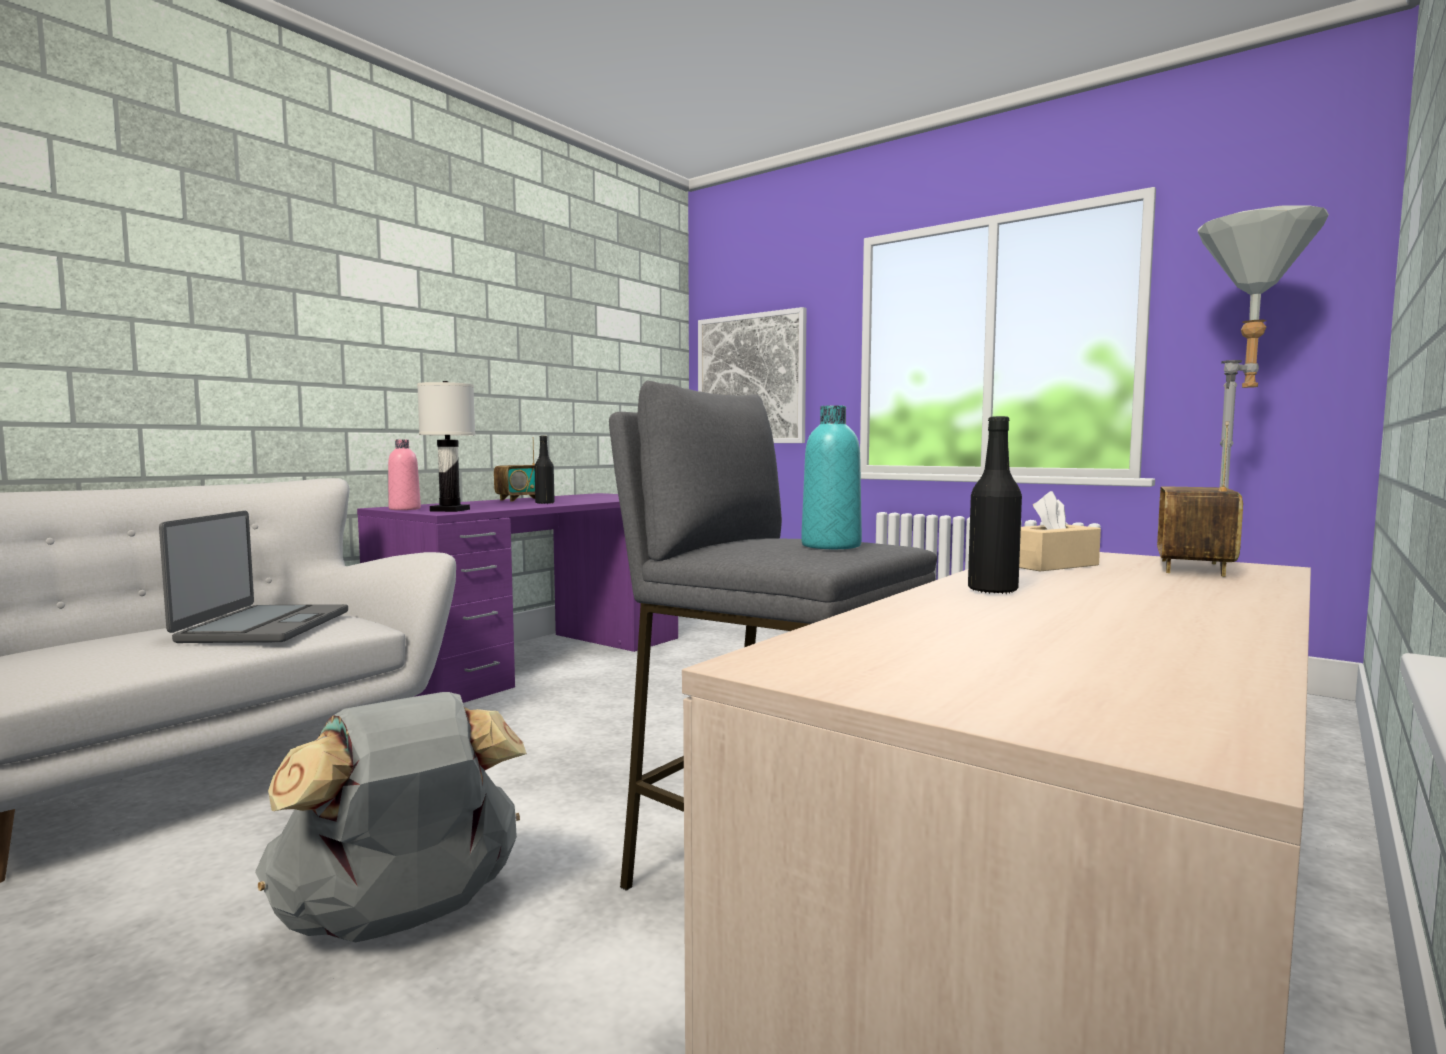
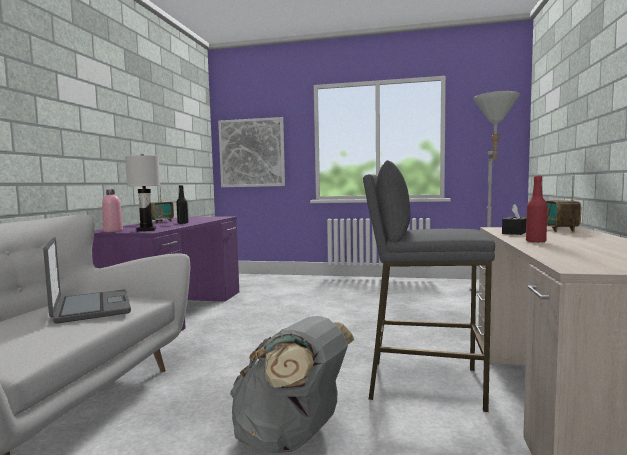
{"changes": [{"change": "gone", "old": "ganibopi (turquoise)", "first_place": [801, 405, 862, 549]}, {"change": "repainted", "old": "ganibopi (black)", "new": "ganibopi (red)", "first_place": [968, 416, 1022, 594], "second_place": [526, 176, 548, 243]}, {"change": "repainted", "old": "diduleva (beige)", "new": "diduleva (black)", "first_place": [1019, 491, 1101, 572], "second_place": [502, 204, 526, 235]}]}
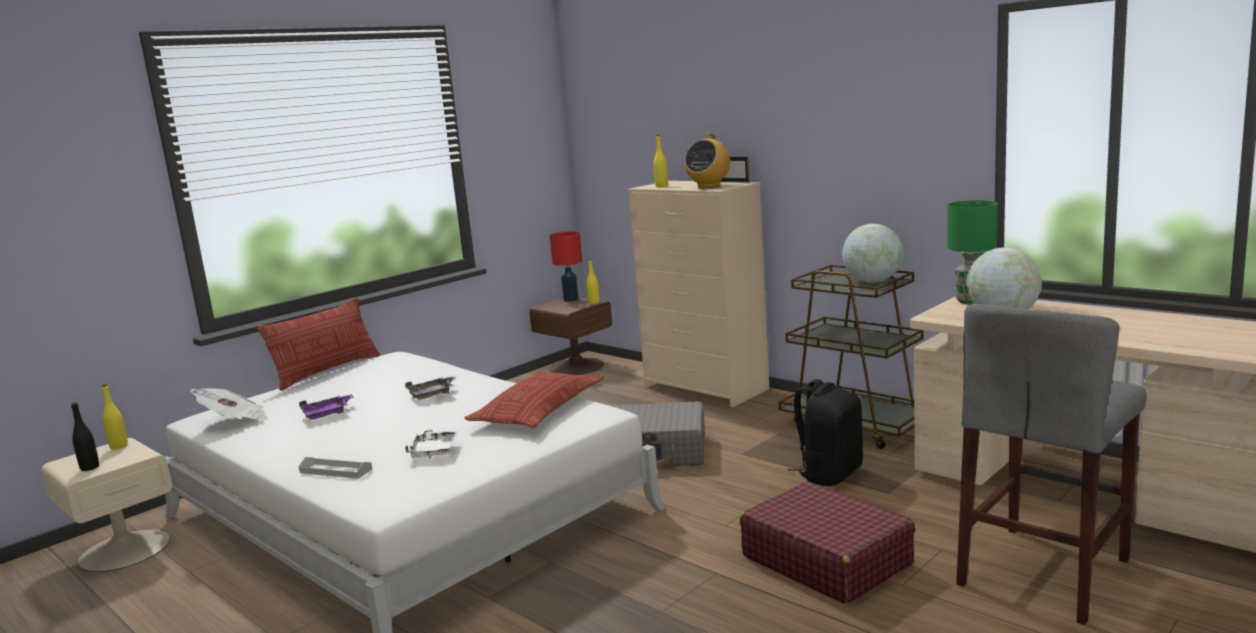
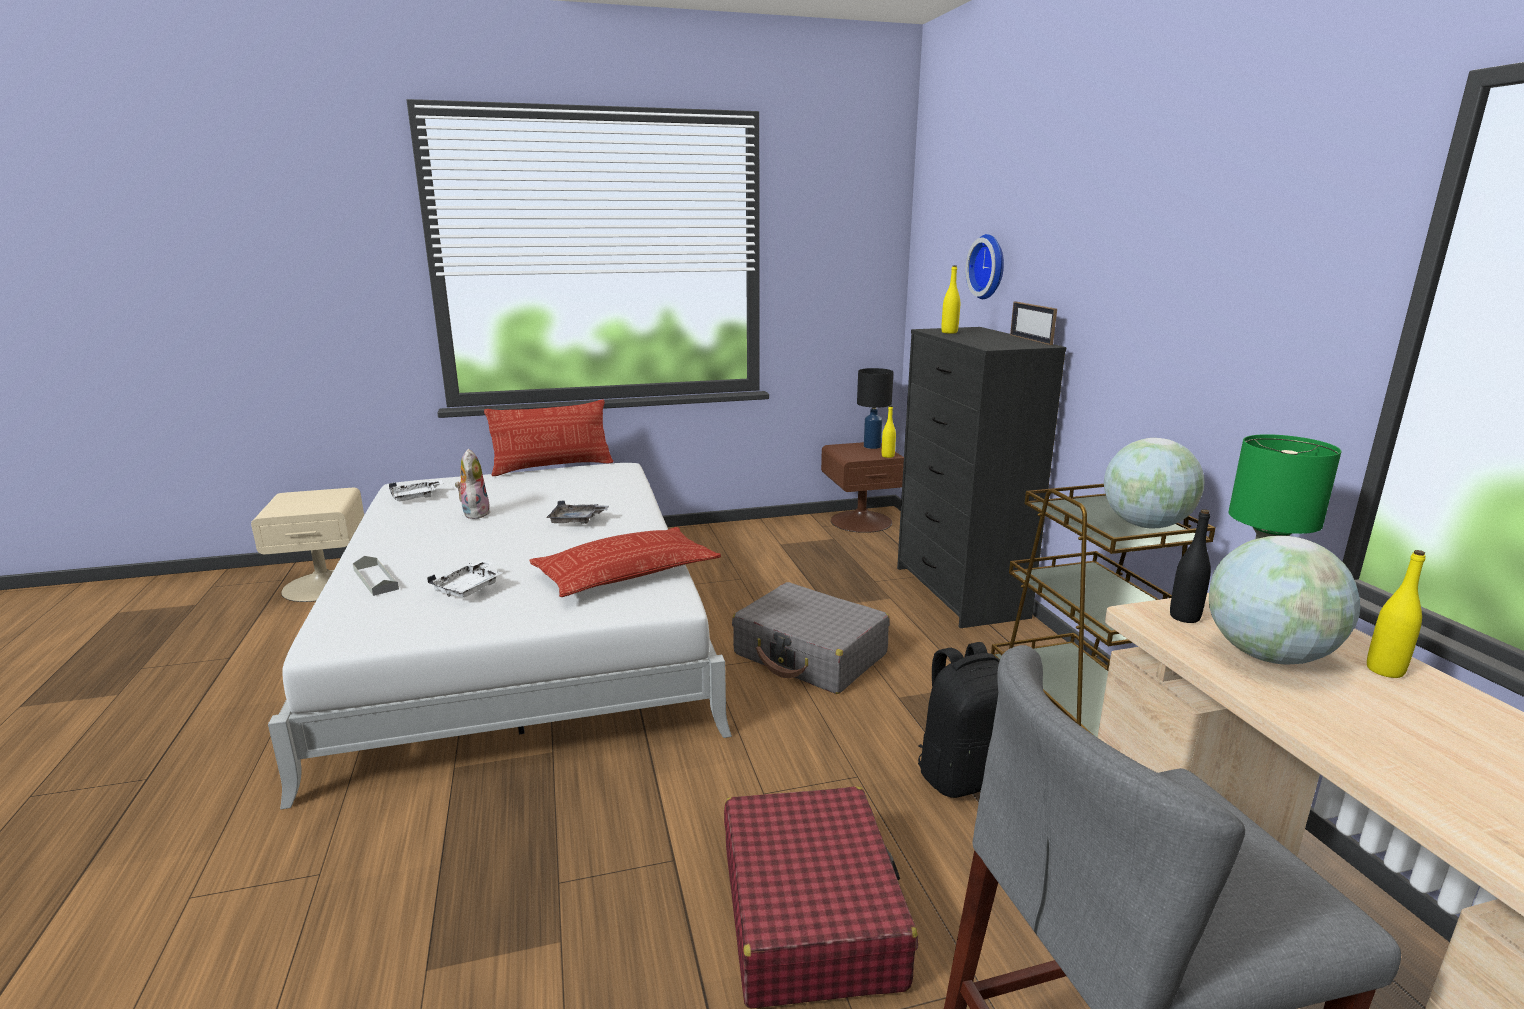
{"changes": [{"change": "shifted", "old": "ganibopi (black)", "first_place": [71, 402, 99, 471], "second_place": [1170, 509, 1211, 623]}, {"change": "shifted", "old": "ganibopi (yellow)", "first_place": [102, 384, 128, 449], "second_place": [1367, 550, 1425, 678]}, {"change": "swapped", "old": "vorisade", "new": "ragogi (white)", "first_place": [190, 388, 268, 420], "second_place": [389, 480, 443, 501]}, {"change": "swapped", "old": "ragogi (purple)", "new": "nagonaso", "first_place": [299, 394, 354, 420], "second_place": [455, 449, 490, 519]}, {"change": "repainted", "old": "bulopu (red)", "new": "bulopu (black)", "first_place": [549, 231, 582, 302], "second_place": [857, 368, 893, 449]}, {"change": "repainted", "old": "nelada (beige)", "new": "nelada (black)", "first_place": [628, 181, 769, 407], "second_place": [897, 327, 1066, 628]}, {"change": "gone", "old": "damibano", "first_place": [684, 133, 730, 188]}, {"change": "new", "new": "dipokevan", "second_place": [966, 234, 1004, 299]}]}
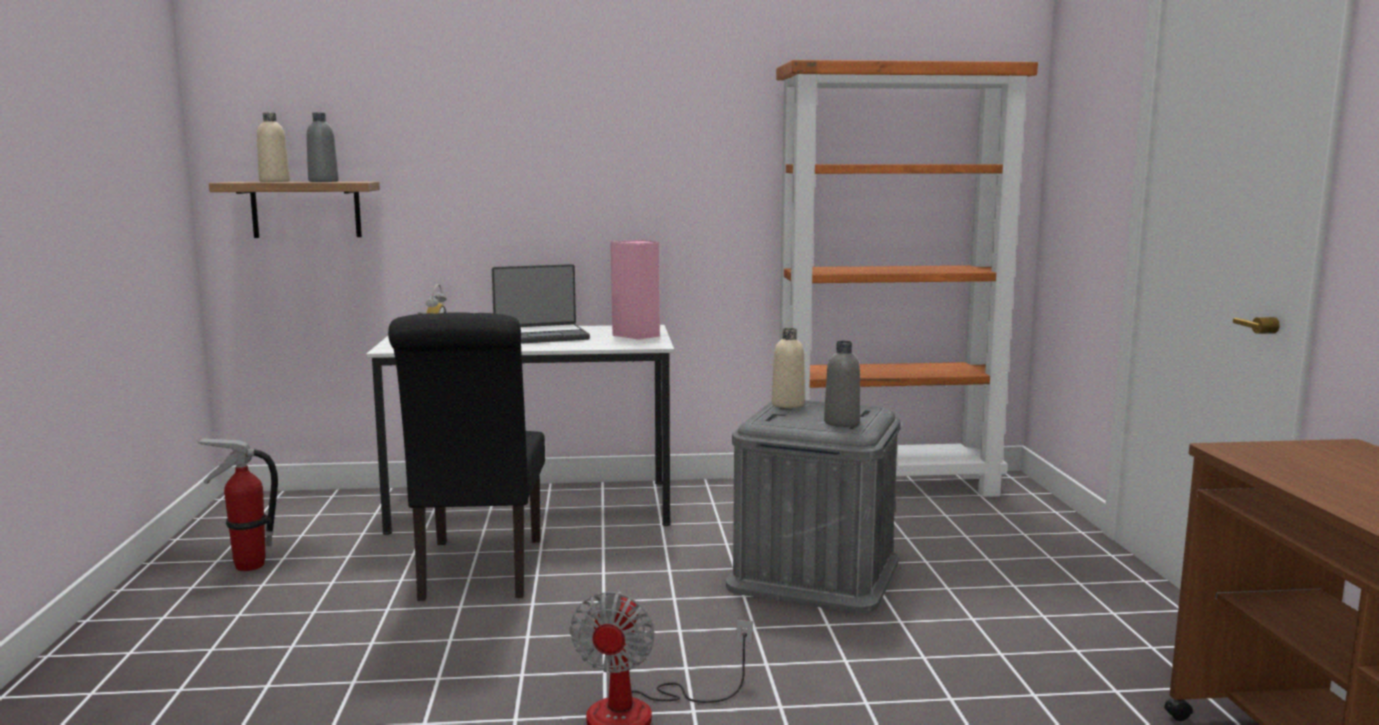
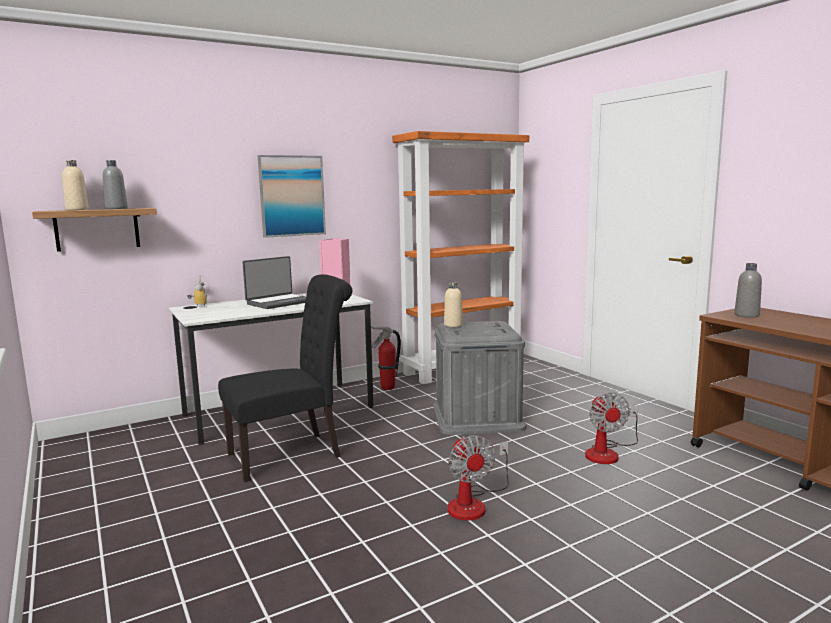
{"changes": [{"change": "shifted", "old": "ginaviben", "first_place": [197, 438, 278, 571], "second_place": [371, 326, 401, 390]}, {"change": "rotated", "old": "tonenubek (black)", "first_place": [388, 312, 545, 601], "second_place": [218, 274, 352, 482], "degrees": -90}, {"change": "shifted", "old": "ganibopi (grey)", "first_place": [824, 341, 860, 427], "second_place": [734, 263, 762, 318]}, {"change": "new", "new": "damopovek", "second_place": [257, 155, 326, 238]}, {"change": "new", "new": "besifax", "second_place": [585, 392, 638, 464]}]}
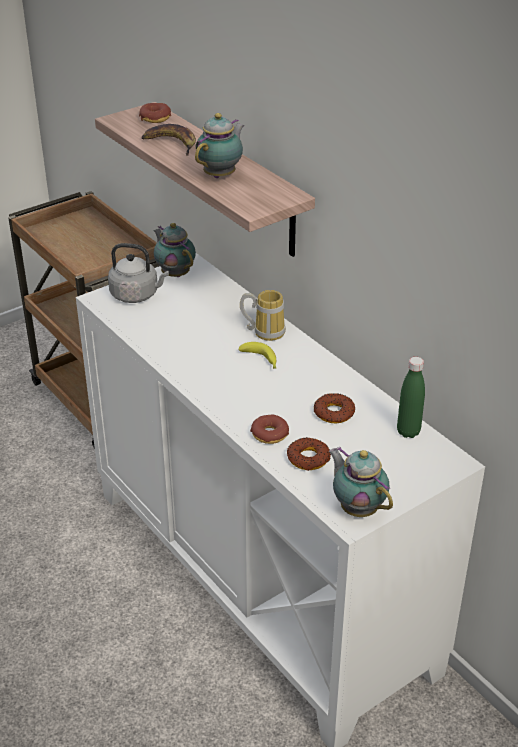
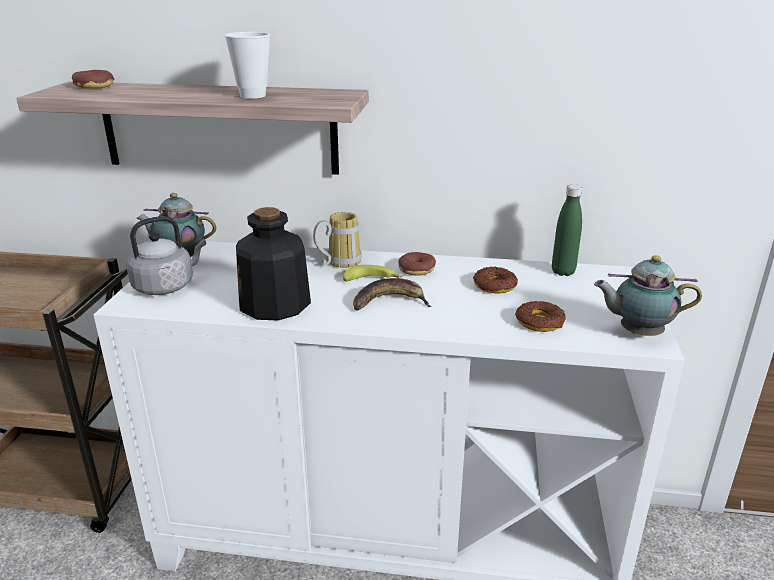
{"changes": [{"change": "shifted", "old": "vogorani", "first_place": [142, 124, 196, 156], "second_place": [353, 278, 432, 311]}, {"change": "swapped", "old": "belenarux", "new": "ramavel", "first_place": [195, 113, 244, 178], "second_place": [225, 32, 270, 99]}, {"change": "shifted", "old": "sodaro", "first_place": [250, 415, 289, 444], "second_place": [398, 252, 436, 276]}, {"change": "new", "new": "ganibopi", "second_place": [236, 207, 311, 320]}]}
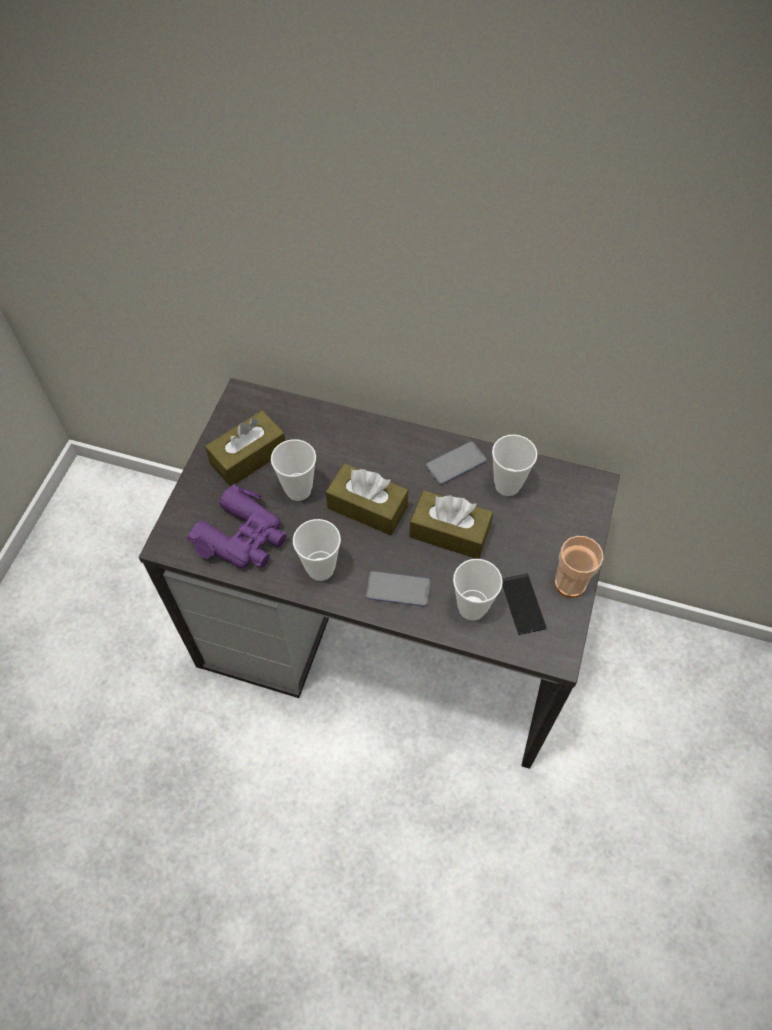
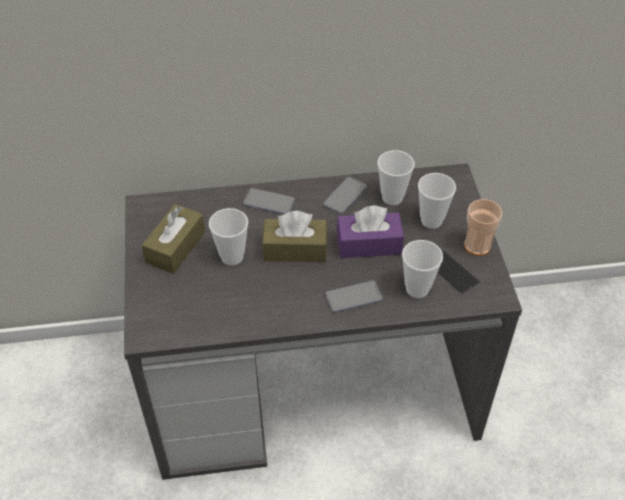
{"changes": [{"change": "gone", "old": "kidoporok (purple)", "first_place": [187, 484, 287, 568]}, {"change": "shifted", "old": "ramavel", "first_place": [293, 519, 341, 581], "second_place": [418, 173, 456, 229]}, {"change": "repainted", "old": "diduleva (brown)", "new": "diduleva (purple)", "first_place": [409, 490, 493, 559], "second_place": [337, 205, 404, 258]}, {"change": "new", "new": "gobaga", "second_place": [243, 188, 295, 214]}]}
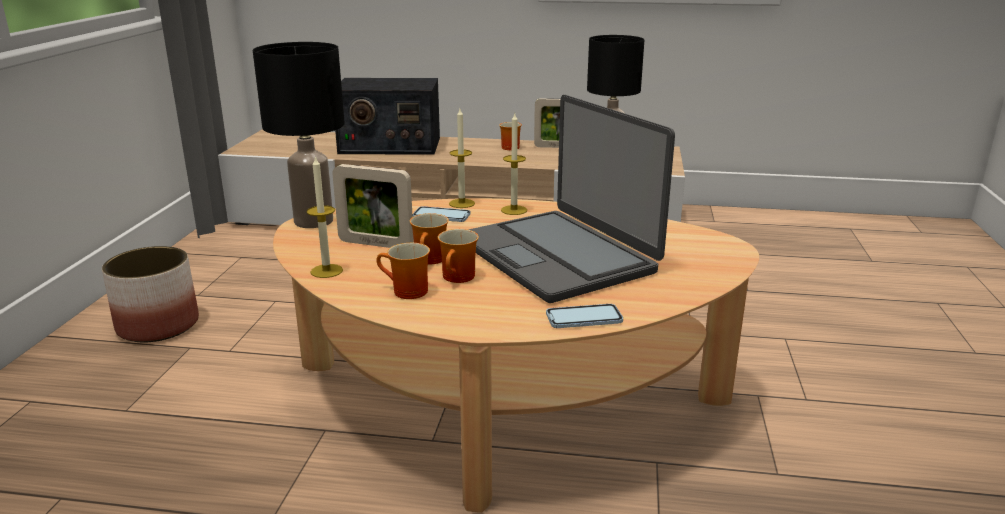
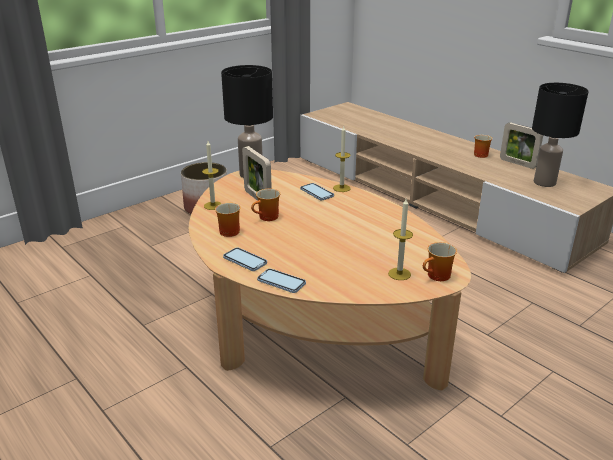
{"changes": [{"change": "gone", "old": "damibano", "first_place": [335, 78, 440, 155]}, {"change": "shifted", "old": "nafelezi", "first_place": [438, 229, 479, 283], "second_place": [423, 242, 457, 281]}, {"change": "gone", "old": "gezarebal", "first_place": [469, 95, 675, 303]}, {"change": "shifted", "old": "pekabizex", "first_place": [501, 114, 527, 215], "second_place": [388, 199, 413, 280]}, {"change": "new", "new": "gobaga", "second_place": [223, 248, 267, 271]}]}
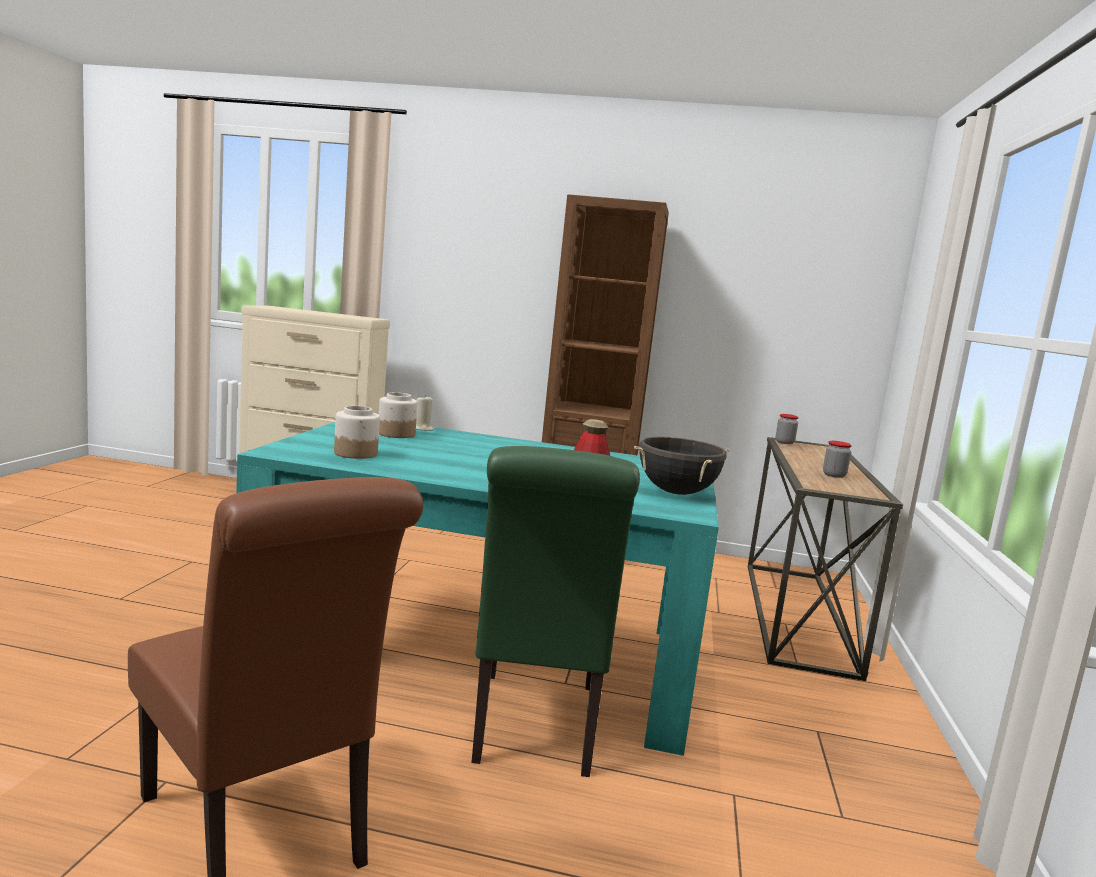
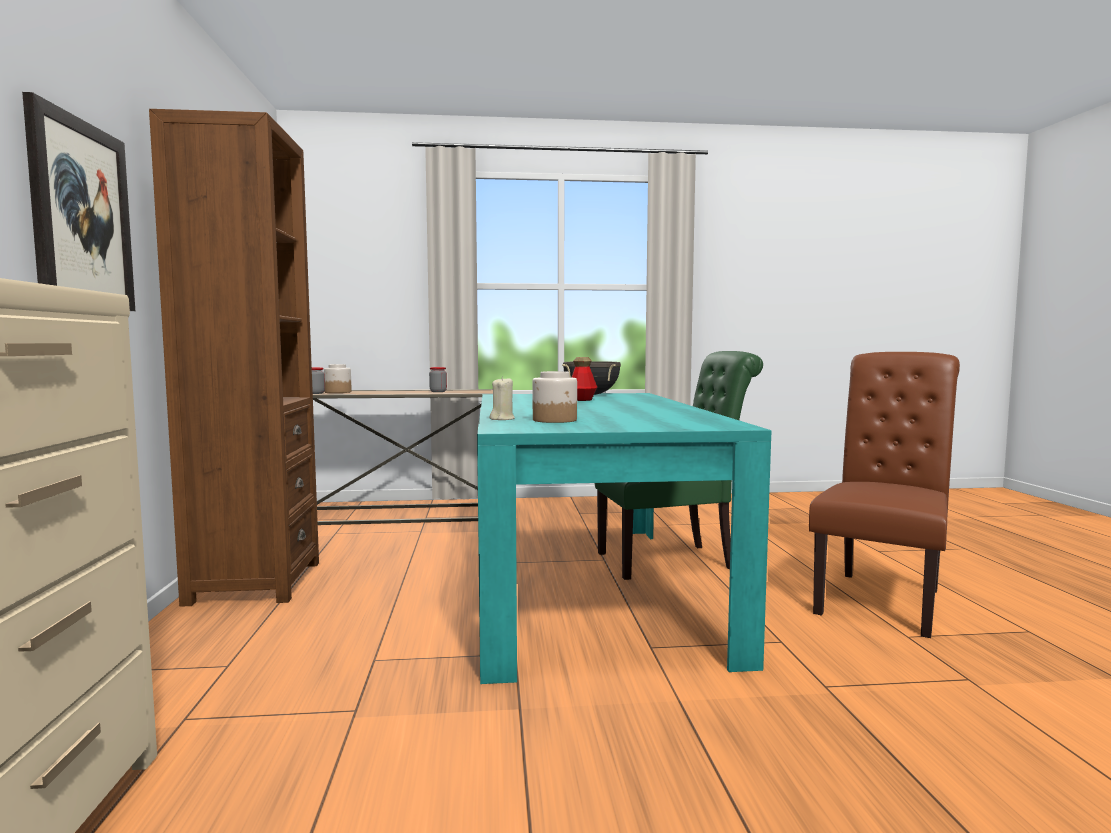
{"changes": [{"change": "shifted", "old": "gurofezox", "first_place": [334, 406, 380, 459], "second_place": [324, 364, 352, 393]}, {"change": "new", "new": "damopovek", "second_place": [22, 92, 135, 311]}]}
